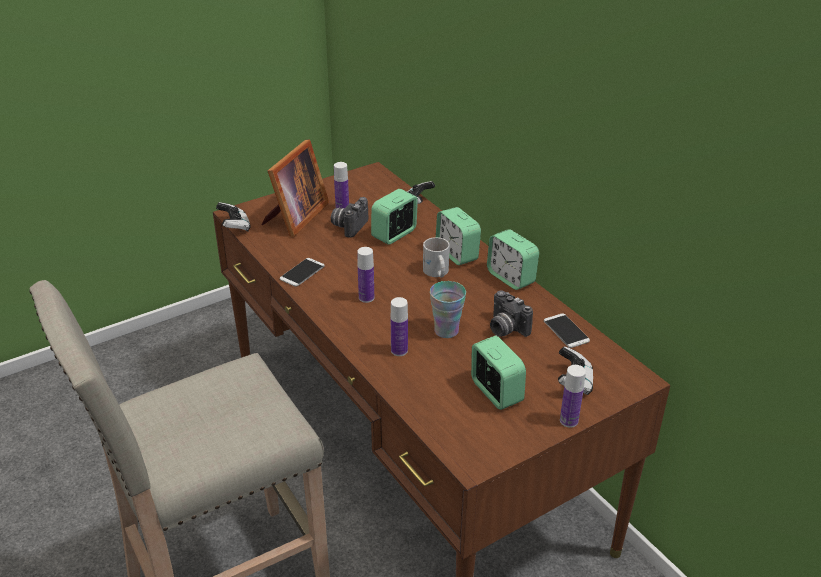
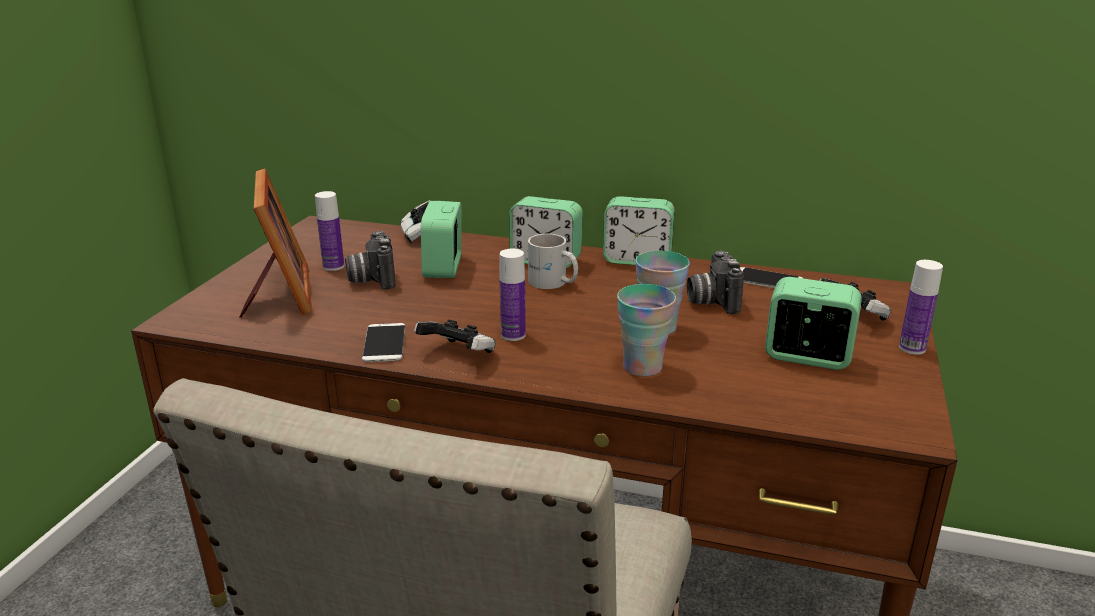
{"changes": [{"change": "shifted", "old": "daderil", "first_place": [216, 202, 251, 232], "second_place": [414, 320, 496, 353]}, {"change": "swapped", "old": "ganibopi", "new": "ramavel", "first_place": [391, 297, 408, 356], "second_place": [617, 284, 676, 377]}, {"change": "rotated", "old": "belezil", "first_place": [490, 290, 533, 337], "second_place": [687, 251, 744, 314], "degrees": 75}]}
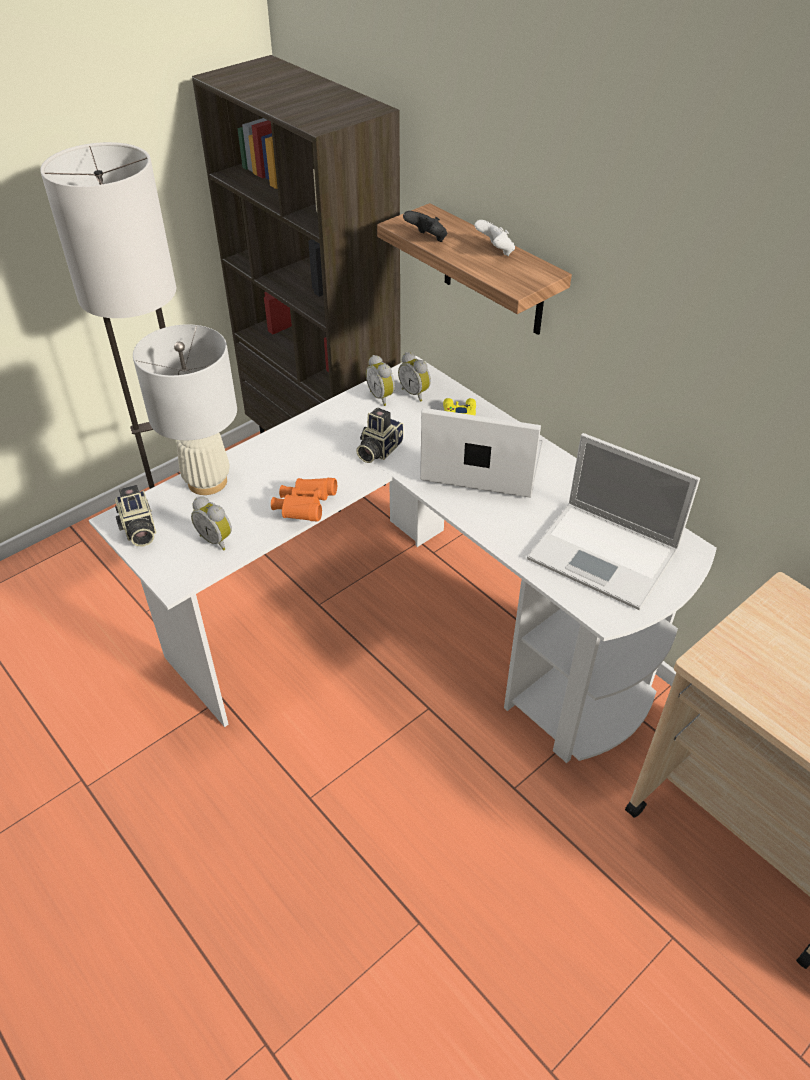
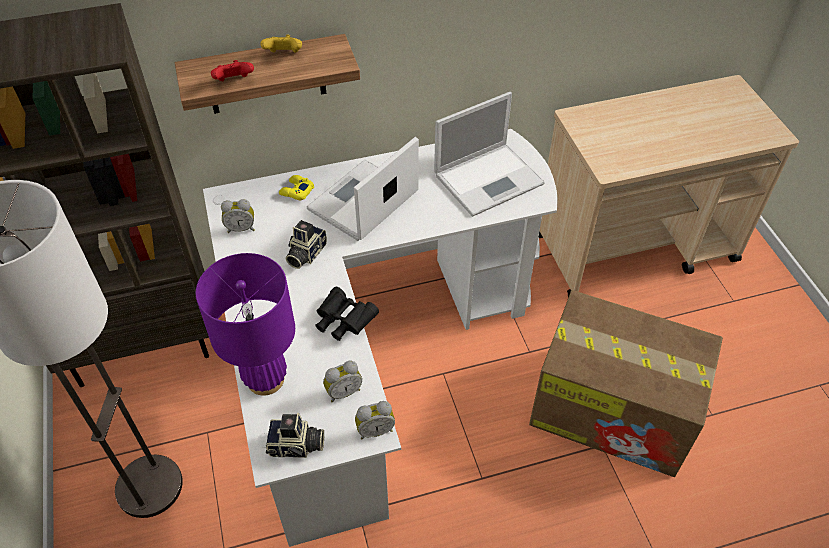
{"changes": [{"change": "repainted", "old": "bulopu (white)", "new": "bulopu (purple)", "first_place": [133, 324, 237, 495], "second_place": [196, 253, 295, 396]}, {"change": "repainted", "old": "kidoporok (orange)", "new": "kidoporok (black)", "first_place": [271, 478, 337, 521], "second_place": [315, 287, 379, 341]}, {"change": "rotated", "old": "belezil", "first_place": [356, 408, 404, 463], "second_place": [286, 220, 327, 269], "degrees": 60}, {"change": "shifted", "old": "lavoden", "first_place": [398, 352, 431, 402], "second_place": [355, 401, 395, 439]}, {"change": "repainted", "old": "daderil (black)", "new": "daderil (red)", "first_place": [403, 211, 447, 242], "second_place": [211, 60, 254, 81]}, {"change": "repainted", "old": "daderil (white)", "new": "daderil (yellow)", "first_place": [475, 220, 515, 256], "second_place": [260, 35, 302, 53]}, {"change": "new", "new": "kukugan", "second_place": [529, 290, 723, 477]}]}
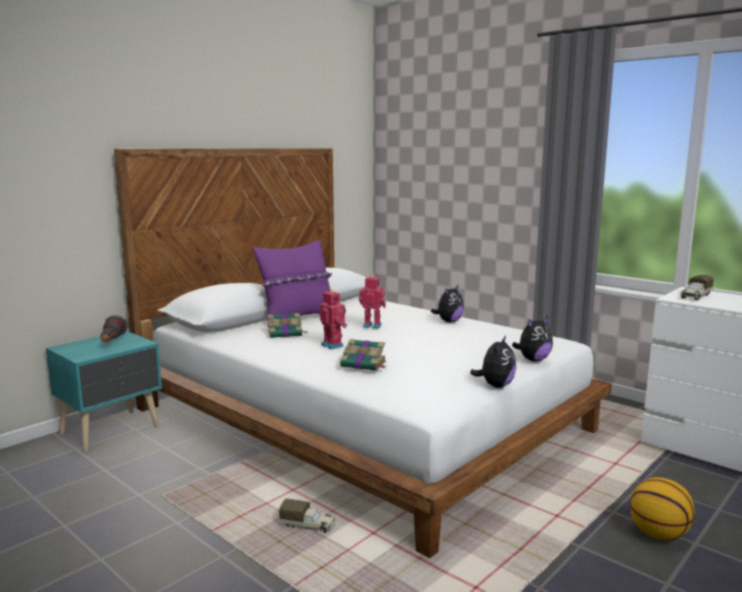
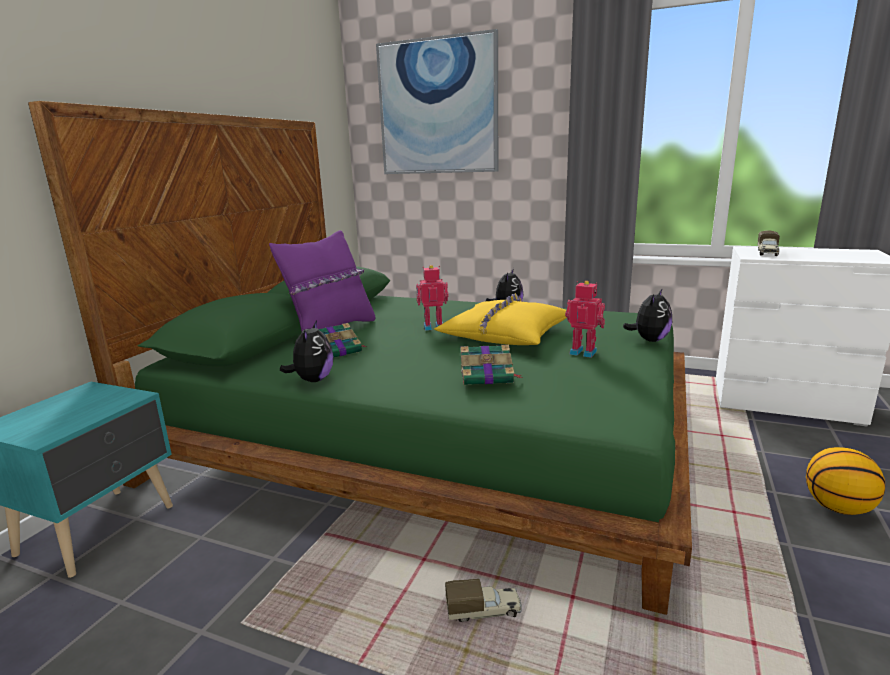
{"changes": [{"change": "gone", "old": "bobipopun", "first_place": [101, 315, 127, 342]}, {"change": "repainted", "old": "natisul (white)", "new": "natisul (green)", "first_place": [114, 148, 612, 558], "second_place": [28, 101, 692, 615]}, {"change": "shifted", "old": "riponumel", "first_place": [319, 289, 347, 349], "second_place": [565, 281, 605, 358]}, {"change": "shifted", "old": "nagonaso", "first_place": [470, 336, 516, 388], "second_place": [280, 320, 334, 382]}, {"change": "new", "new": "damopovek", "second_place": [376, 29, 498, 174]}, {"change": "new", "new": "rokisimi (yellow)", "second_place": [434, 293, 567, 345]}]}
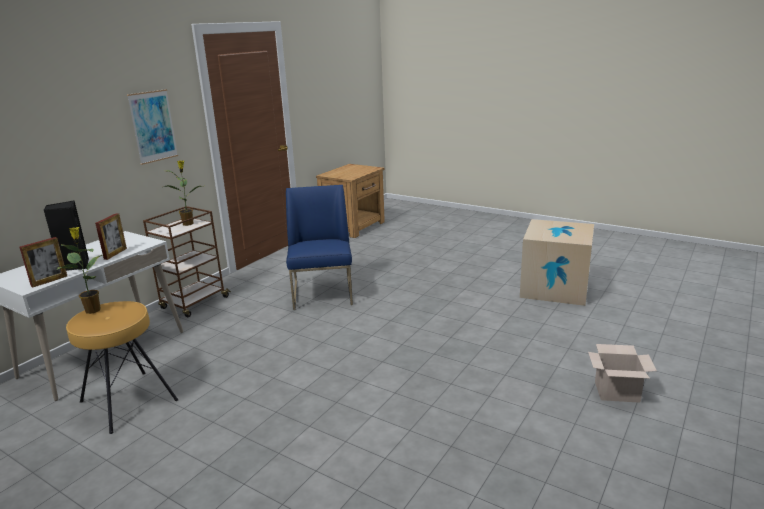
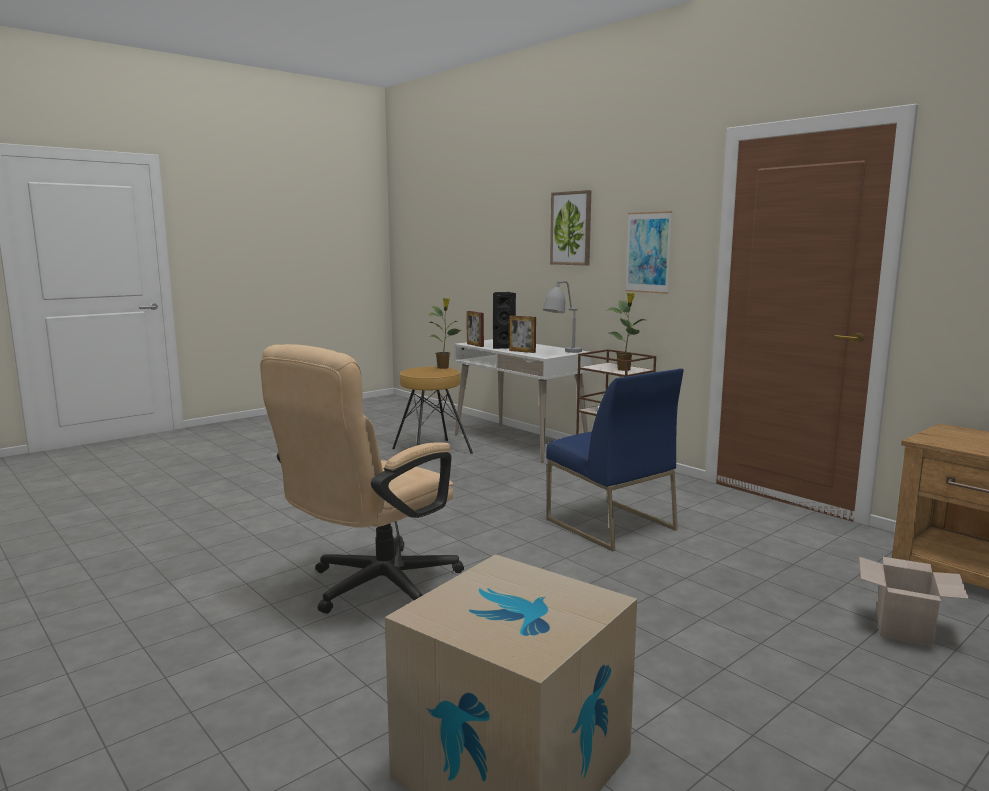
{"changes": [{"change": "rotated", "old": "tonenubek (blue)", "first_place": [286, 185, 353, 310], "second_place": [546, 369, 684, 551], "degrees": 45}, {"change": "shifted", "old": "kukugan", "first_place": [588, 344, 657, 403], "second_place": [859, 557, 969, 647]}, {"change": "new", "new": "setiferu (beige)", "second_place": [260, 344, 464, 614]}, {"change": "new", "new": "bulopu (grey)", "second_place": [542, 281, 582, 353]}, {"change": "new", "new": "damopovek", "second_place": [550, 190, 591, 266]}]}
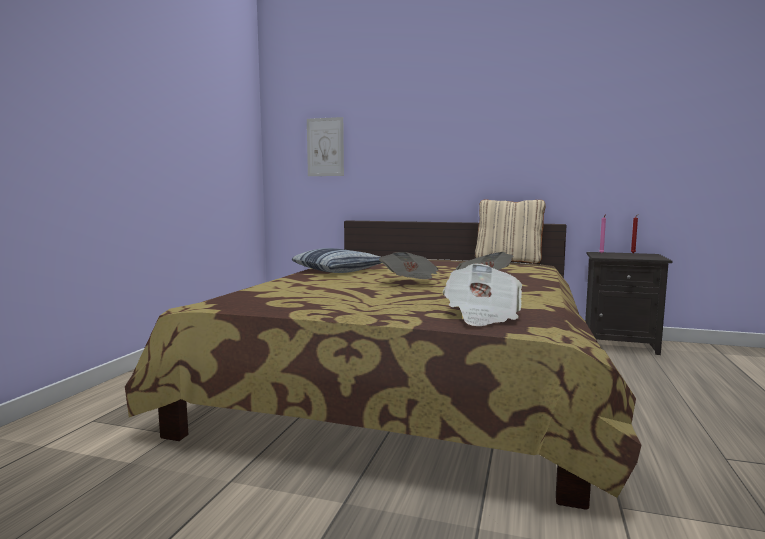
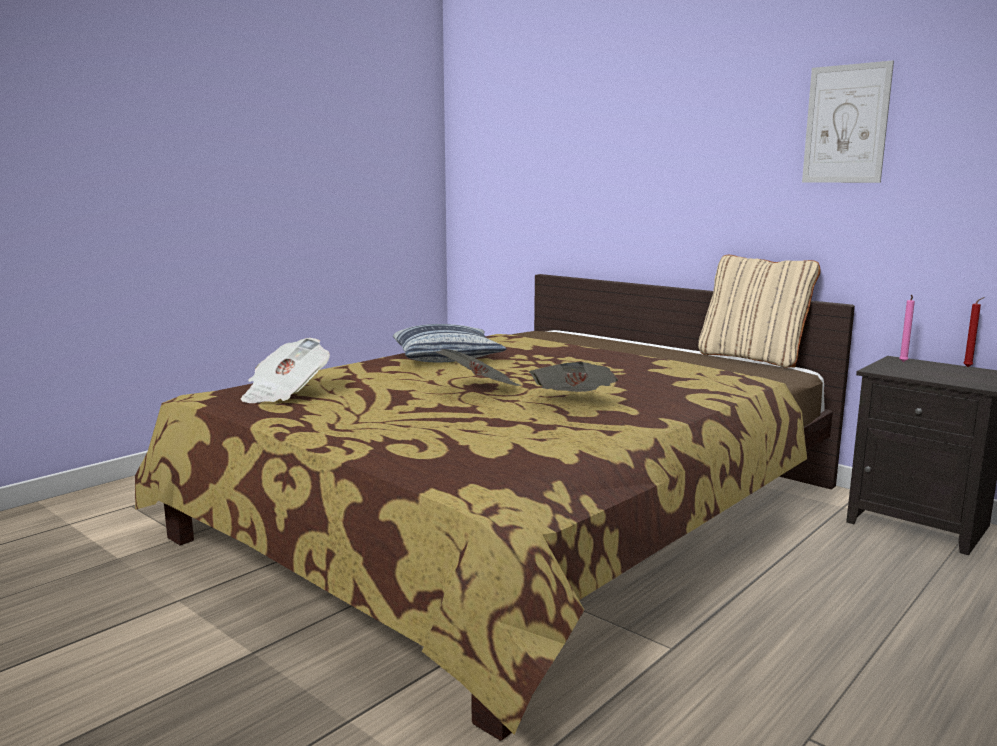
{"changes": [{"change": "shifted", "old": "damopovek", "first_place": [307, 117, 344, 176], "second_place": [802, 60, 894, 183]}, {"change": "shifted", "old": "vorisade", "first_place": [443, 264, 522, 326], "second_place": [241, 338, 330, 403]}]}
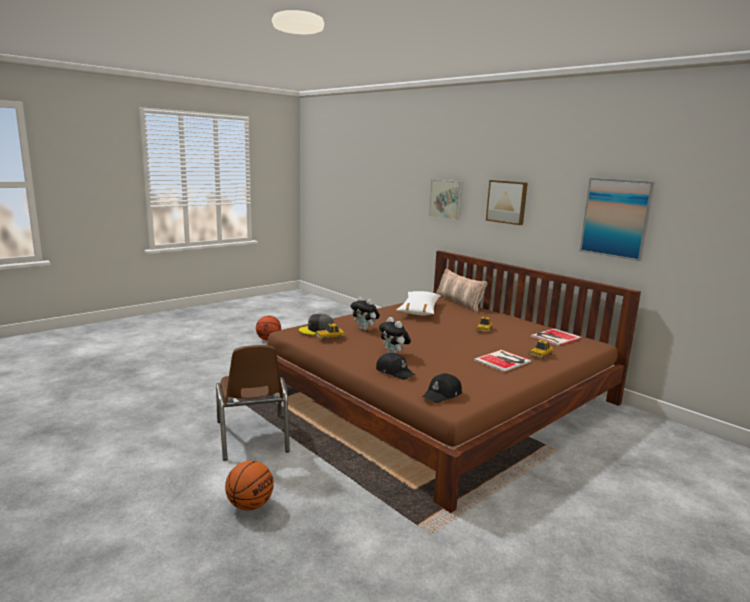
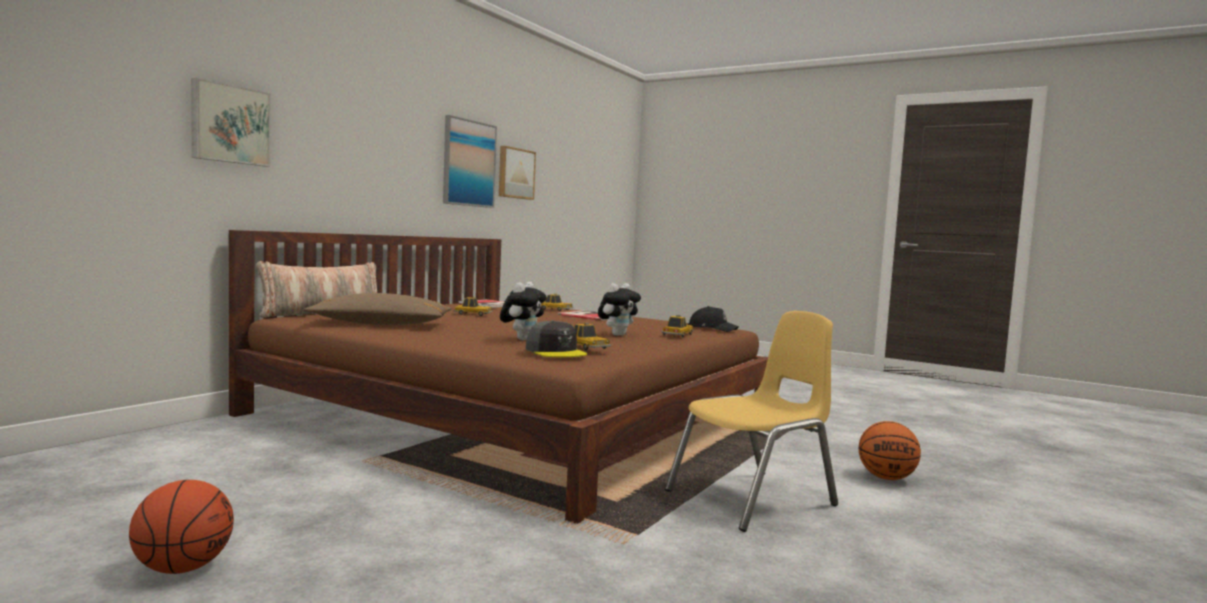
{"changes": [{"change": "repainted", "old": "tonenubek (brown)", "new": "tonenubek (yellow)", "first_place": [216, 345, 290, 461], "second_place": [665, 311, 838, 532]}, {"change": "swapped", "old": "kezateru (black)", "new": "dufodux", "first_place": [376, 353, 415, 380], "second_place": [661, 315, 694, 337]}, {"change": "repainted", "old": "rokisimi (white)", "new": "rokisimi (brown)", "first_place": [397, 291, 441, 316], "second_place": [304, 293, 452, 325]}, {"change": "shifted", "old": "damopovek", "first_place": [486, 180, 528, 225], "second_place": [499, 146, 536, 200]}]}
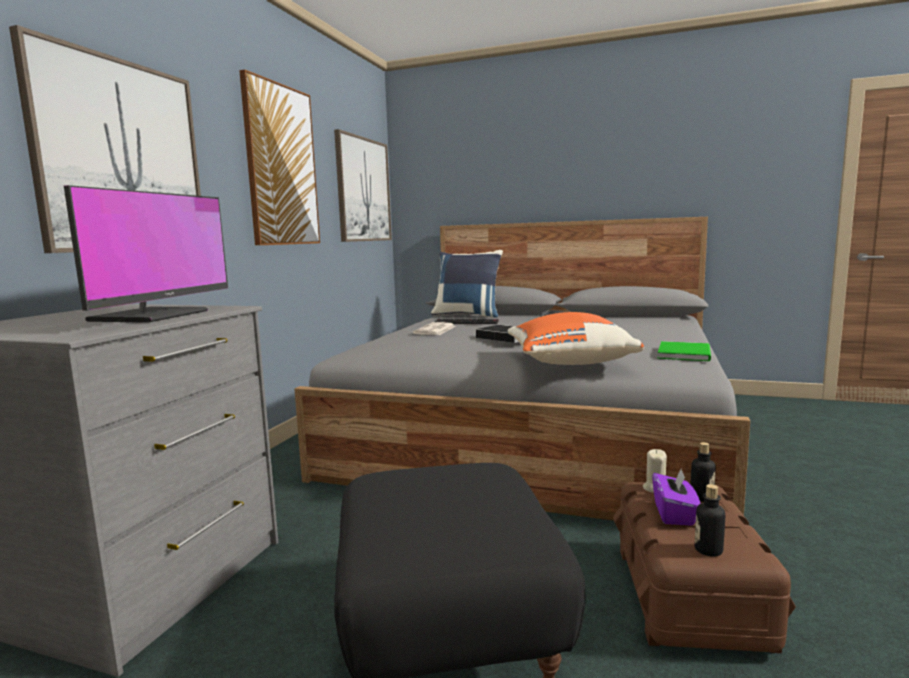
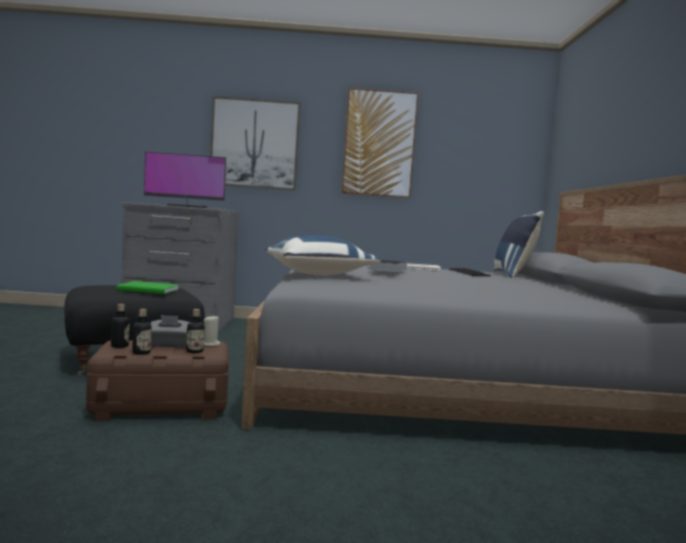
{"changes": [{"change": "gone", "old": "damopovek", "first_place": [334, 129, 392, 242]}, {"change": "repainted", "old": "rokisimi (orange)", "new": "rokisimi (blue)", "first_place": [508, 312, 644, 365], "second_place": [265, 234, 381, 276]}, {"change": "repainted", "old": "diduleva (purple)", "new": "diduleva (grey)", "first_place": [652, 467, 701, 526], "second_place": [151, 315, 190, 347]}, {"change": "shifted", "old": "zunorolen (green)", "first_place": [658, 341, 711, 361], "second_place": [116, 281, 179, 294]}, {"change": "new", "new": "ganibopi", "second_place": [132, 309, 152, 355]}]}
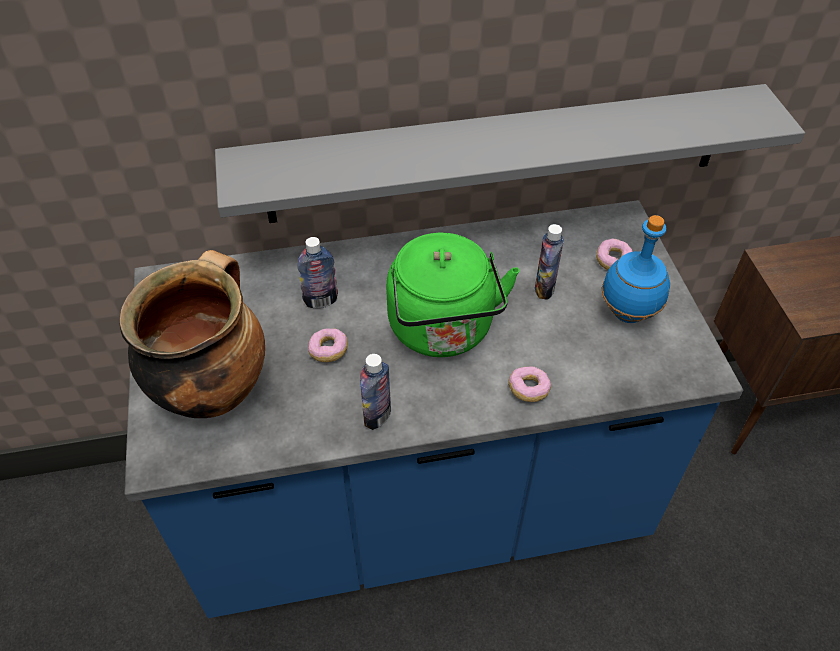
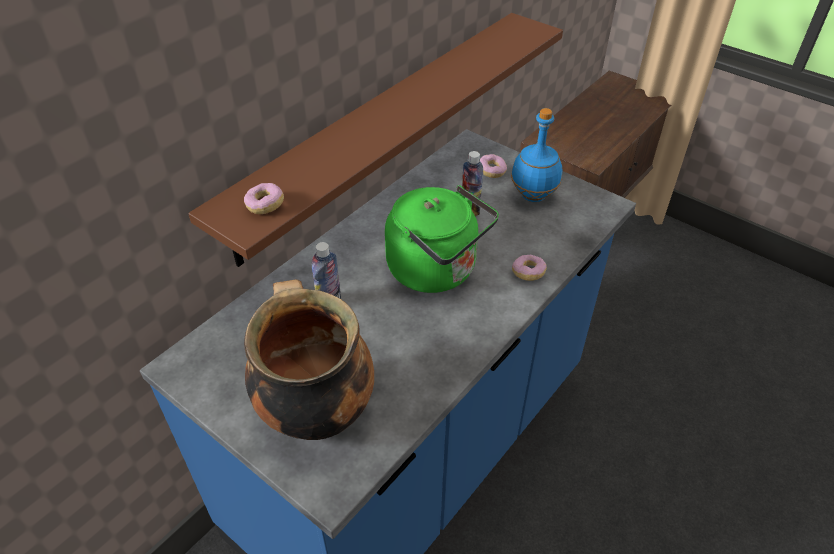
{"changes": [{"change": "repainted", "old": "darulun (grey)", "new": "darulun (brown)", "first_place": [215, 84, 805, 223], "second_place": [188, 13, 563, 267]}, {"change": "shifted", "old": "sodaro", "first_place": [308, 328, 348, 362], "second_place": [244, 183, 284, 214]}, {"change": "gone", "old": "ganibopi", "first_place": [360, 354, 391, 430]}]}
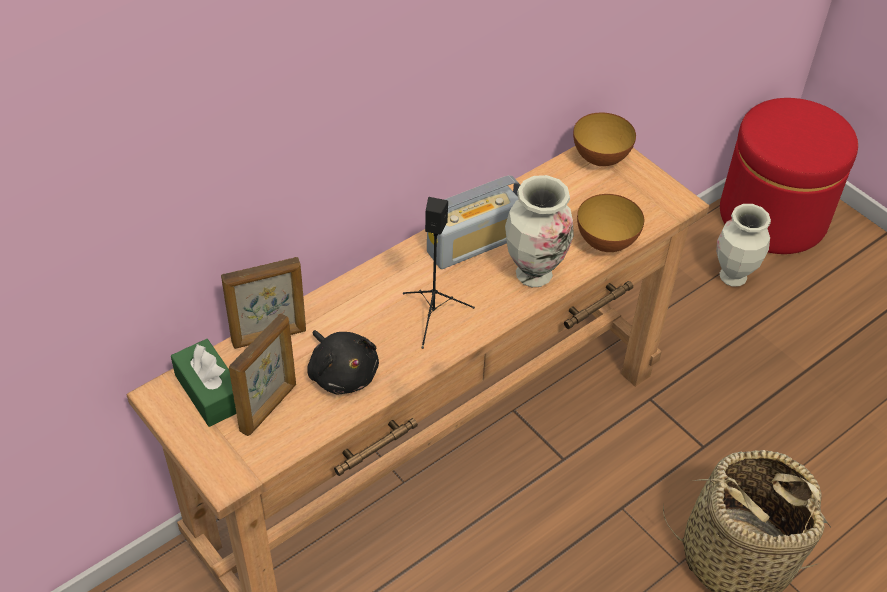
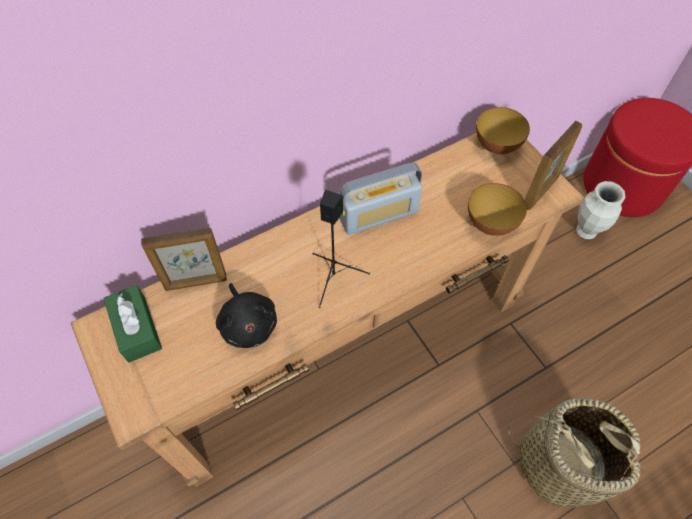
{"changes": [{"change": "shifted", "old": "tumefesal", "first_place": [229, 313, 296, 436], "second_place": [524, 121, 582, 210]}, {"change": "gone", "old": "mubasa", "first_place": [505, 175, 574, 287]}]}
